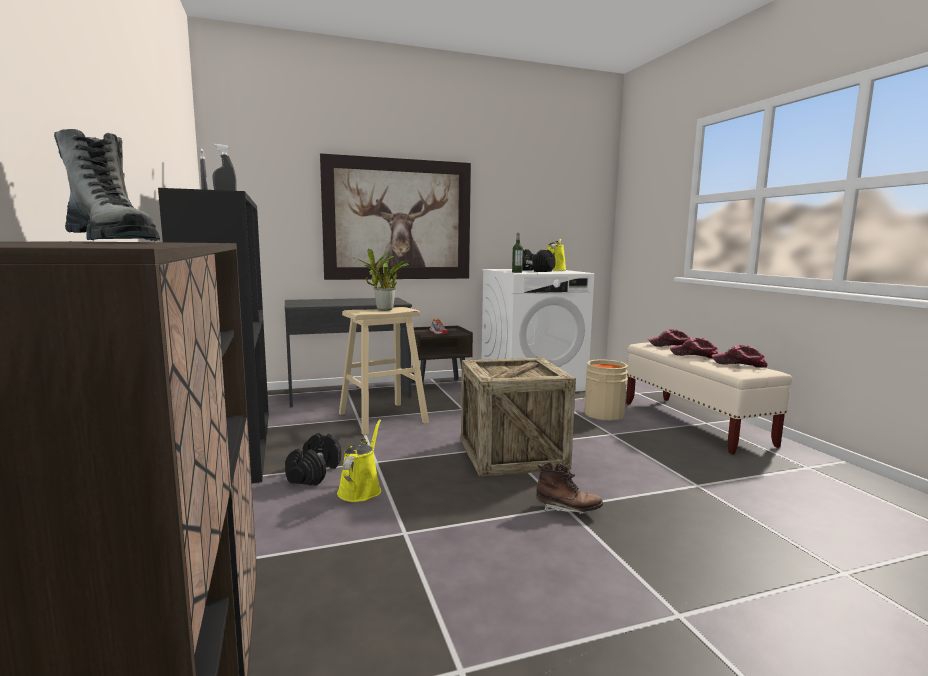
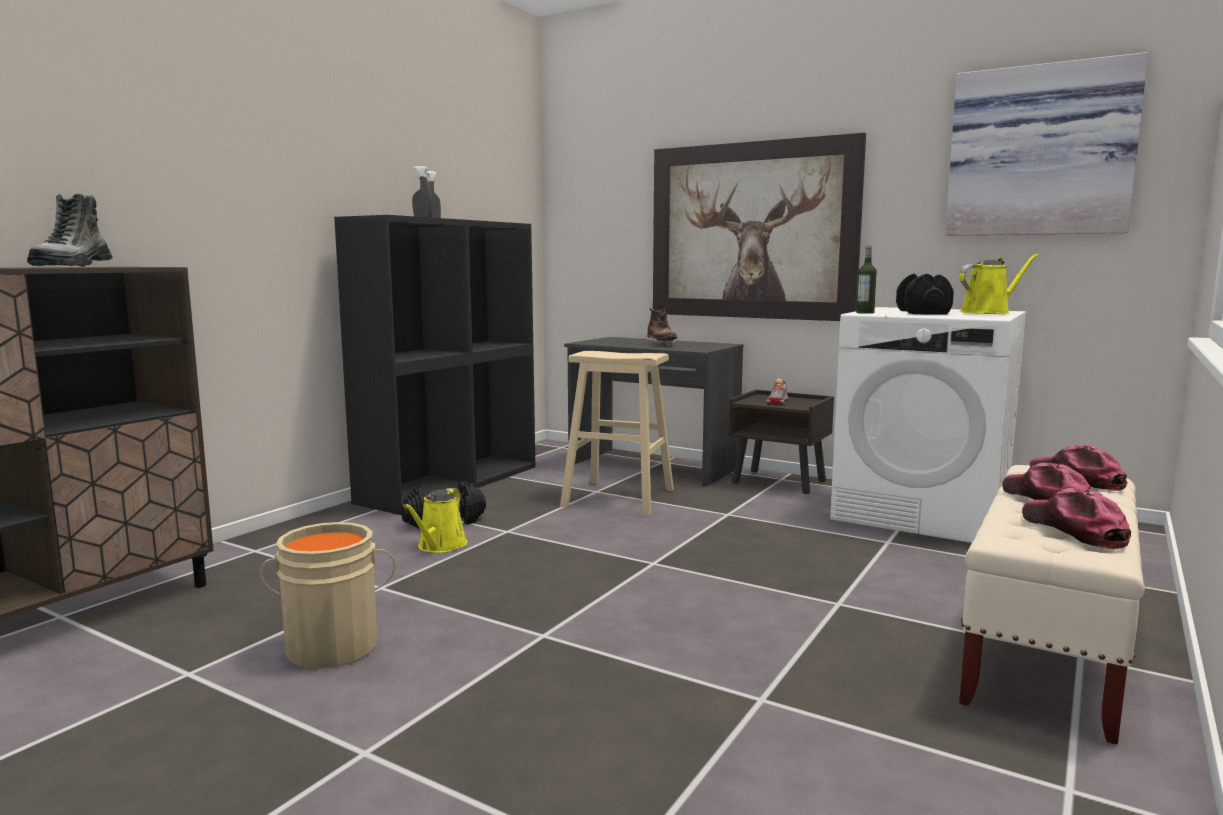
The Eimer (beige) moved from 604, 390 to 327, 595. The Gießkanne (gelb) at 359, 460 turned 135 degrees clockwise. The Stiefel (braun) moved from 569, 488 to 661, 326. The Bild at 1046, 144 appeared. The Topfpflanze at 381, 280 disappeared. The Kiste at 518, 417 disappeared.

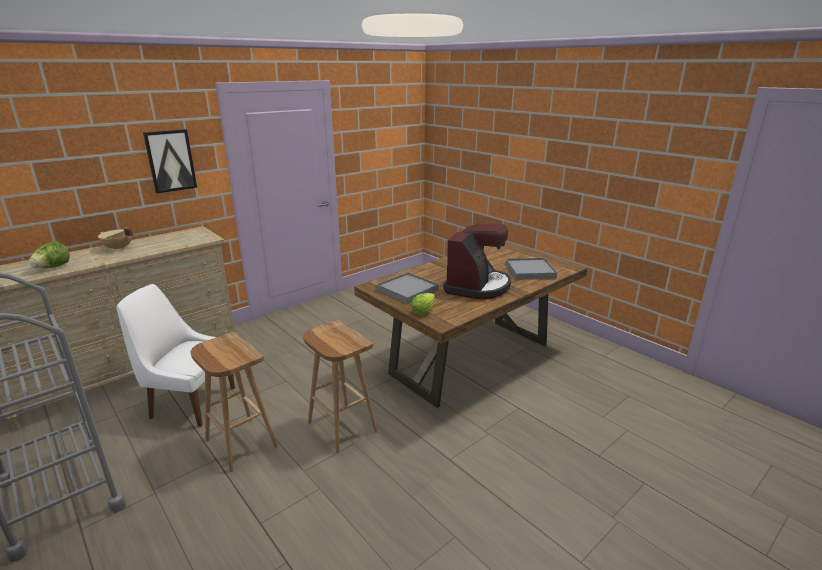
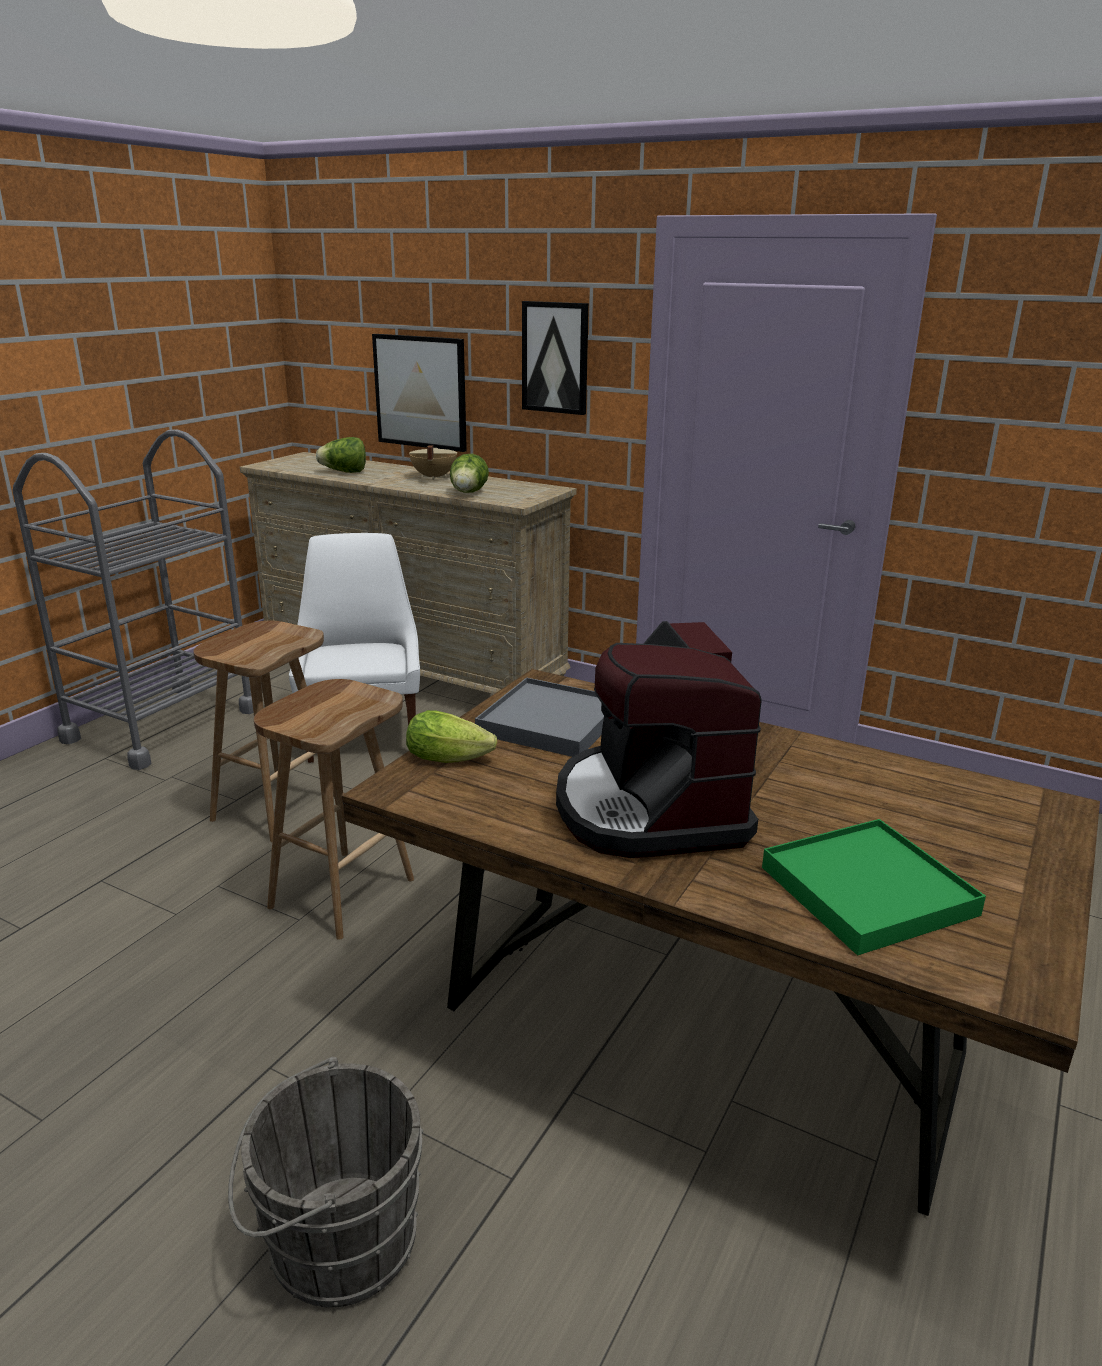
The Eimer (grau) at 325, 1182 appeared. The Bild at 419, 393 appeared. The Salatkopf at 469, 473 appeared. The Kaffeemaschine at 477, 261 turned 75 degrees clockwise. The Tablett (grau) at 531, 269 became the Tablett (grün) at 874, 887.

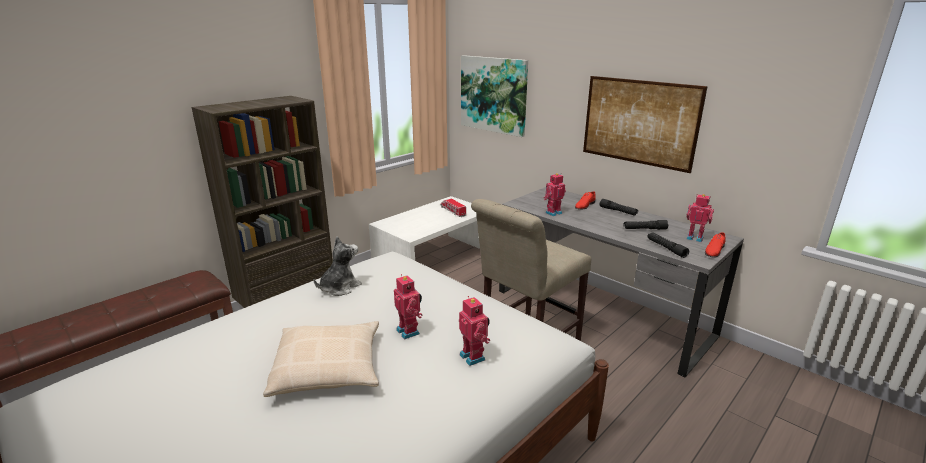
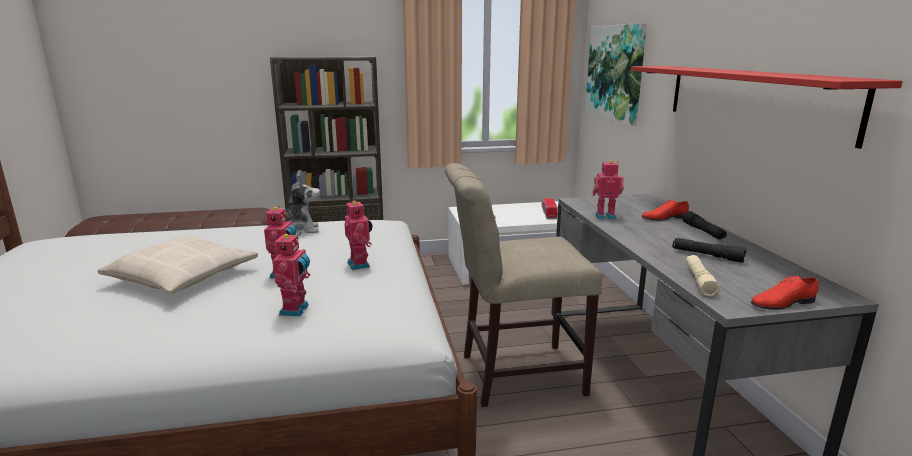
The Spielzeugroboter moved from 700, 218 to 358, 235. The Bild at 645, 124 was replaced by the Wandregal (rot) at 767, 107. The Taschenlampe (schwarz) at 668, 245 became the Taschenlampe (beige) at 703, 276.

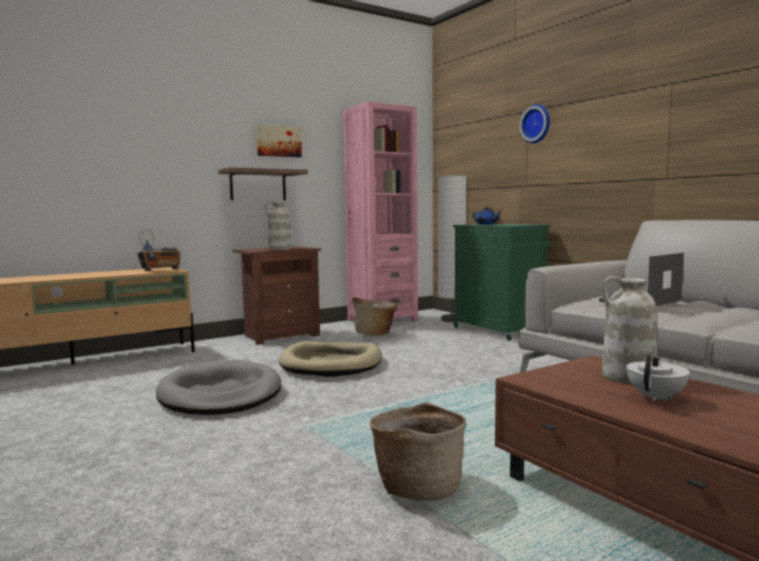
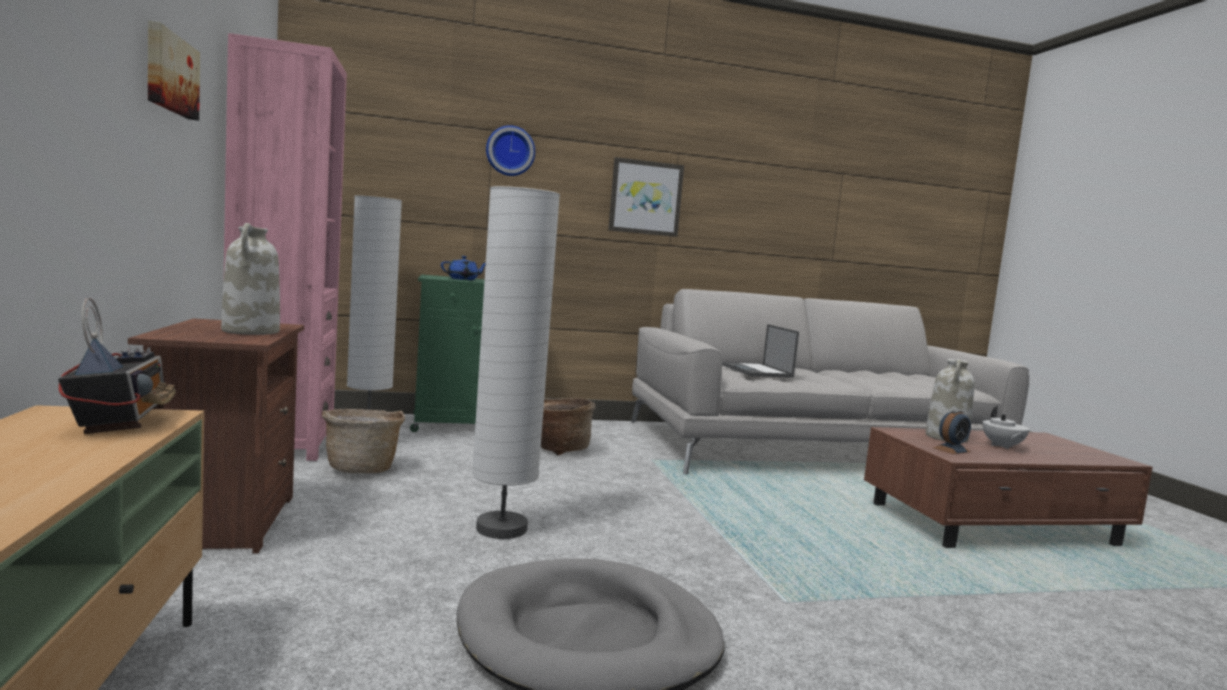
The Hundebett (beige) at 330, 359 was replaced by the Stehlampe (weiß) at 516, 362. The Korb moved from 418, 451 to 568, 427. The Bild at 646, 197 appeared. The Wecker at 952, 432 appeared. The Teekanne (weiß) at 658, 378 turned 150 degrees counterclockwise. The Wandregal at 263, 183 disappeared.

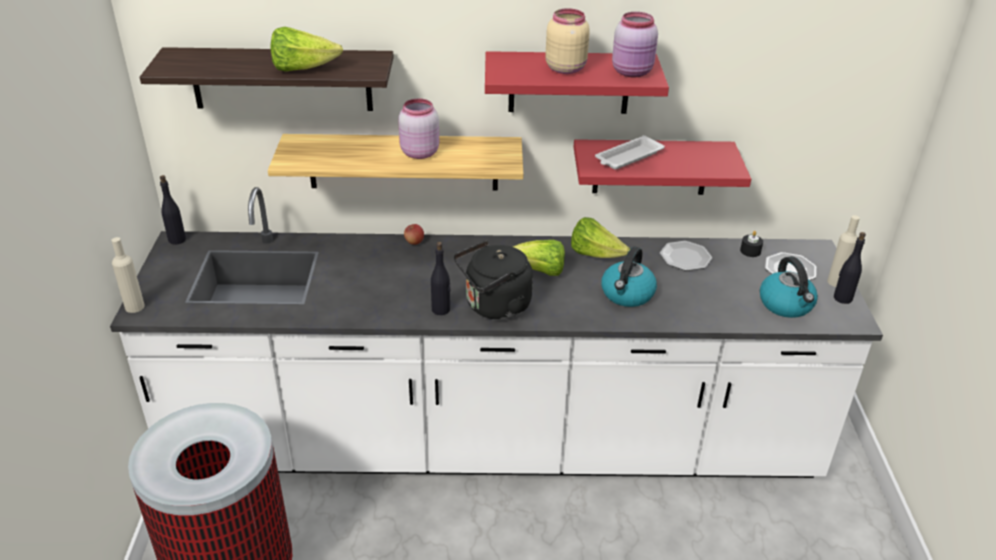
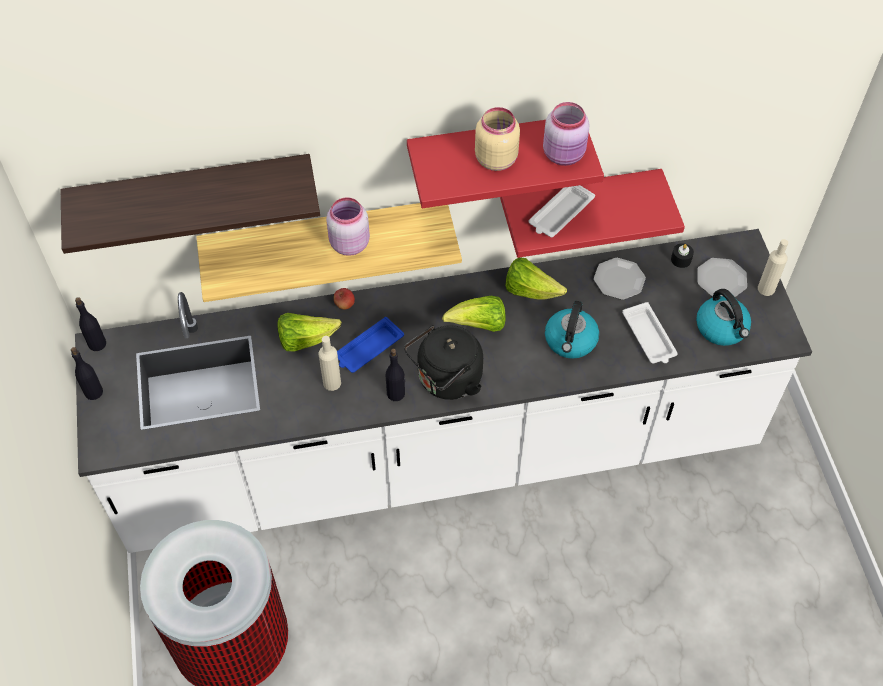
The Flasche (schwarz) moved from 850, 268 to 87, 373. The Salatkopf moved from 307, 49 to 309, 332. The Flasche (beige) moved from 128, 275 to 329, 363. The Tablett (blau) at 370, 345 appeared. The Tablett (weiß) at 650, 333 appeared.

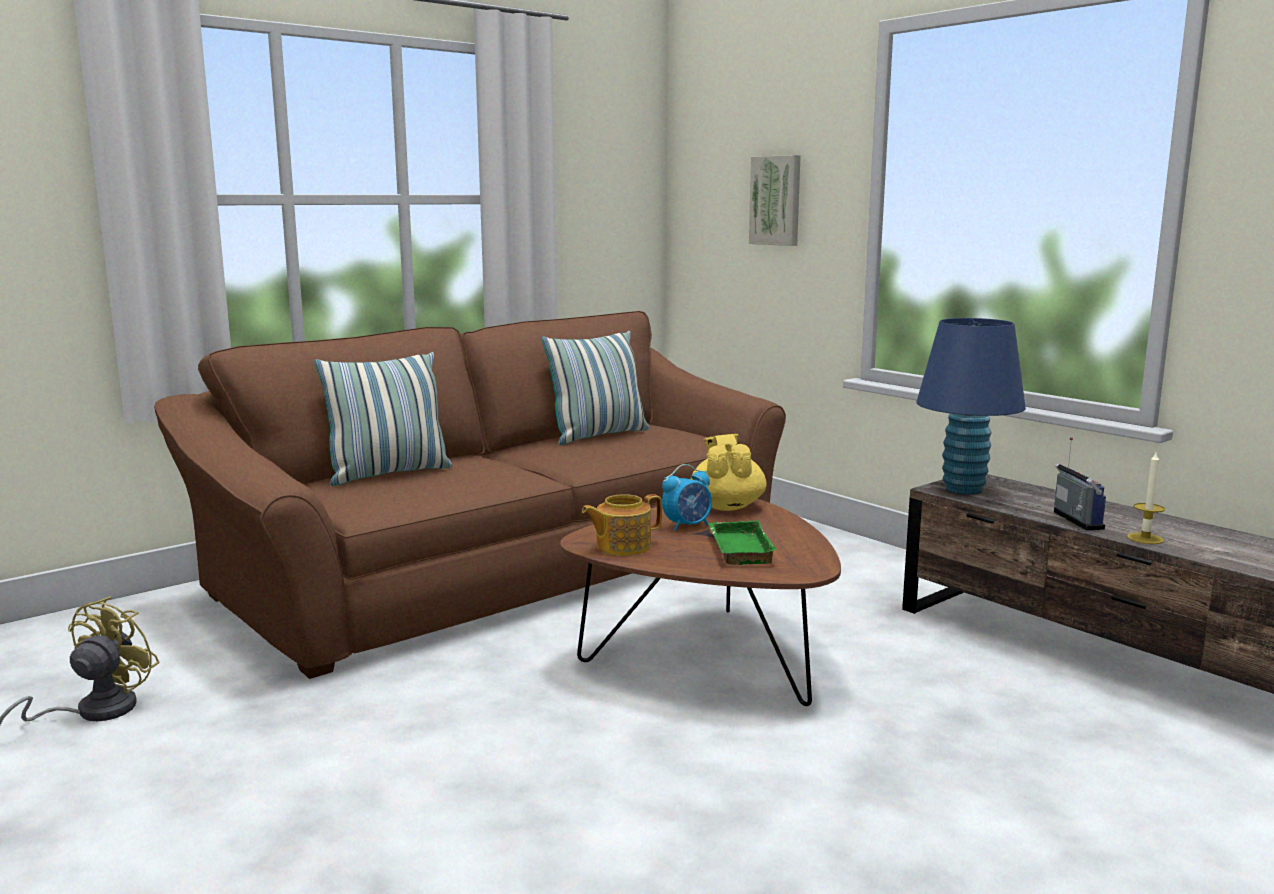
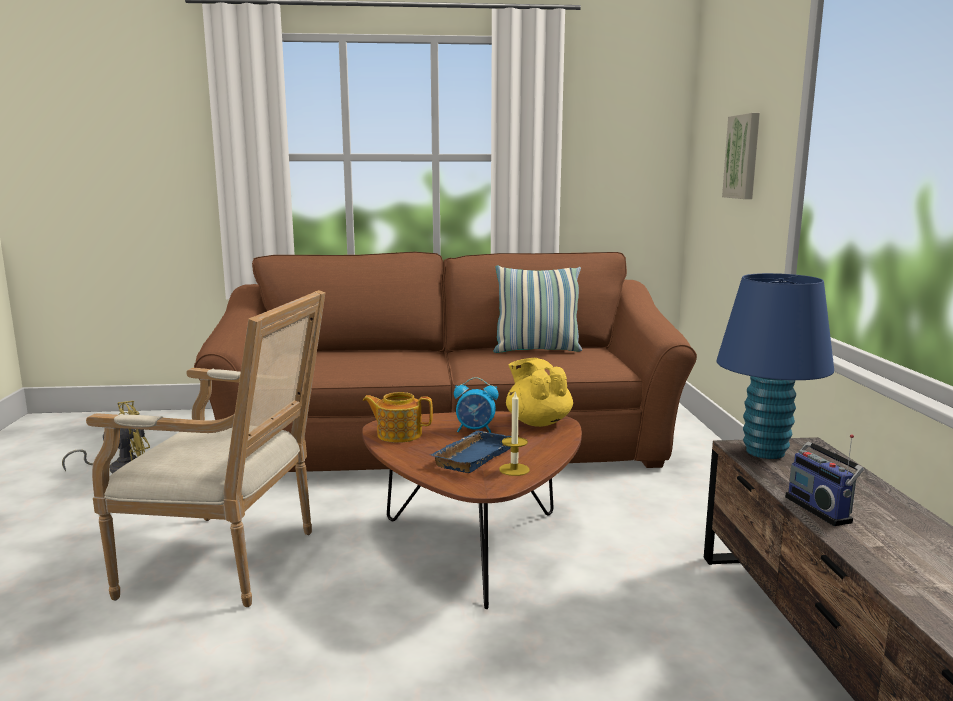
The Sessel at 205, 448 appeared. The Tablett (grün) at 742, 542 became the Tablett (blau) at 471, 451. The Kerze moved from 1146, 498 to 514, 433. The Teekanne (gelb) at 729, 472 turned 60 degrees counterclockwise. The Radio at 1080, 483 turned 135 degrees clockwise. The Kissen at 383, 419 disappeared.

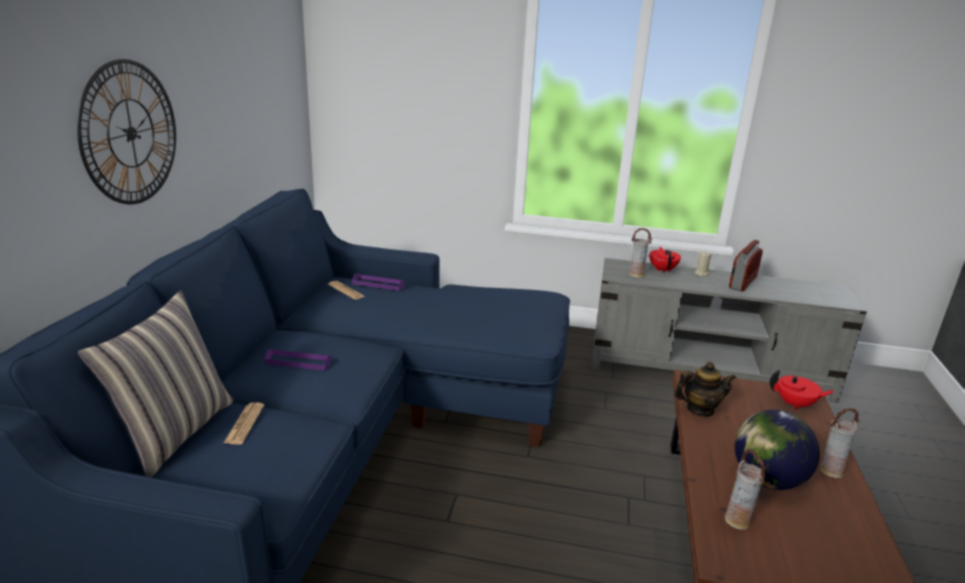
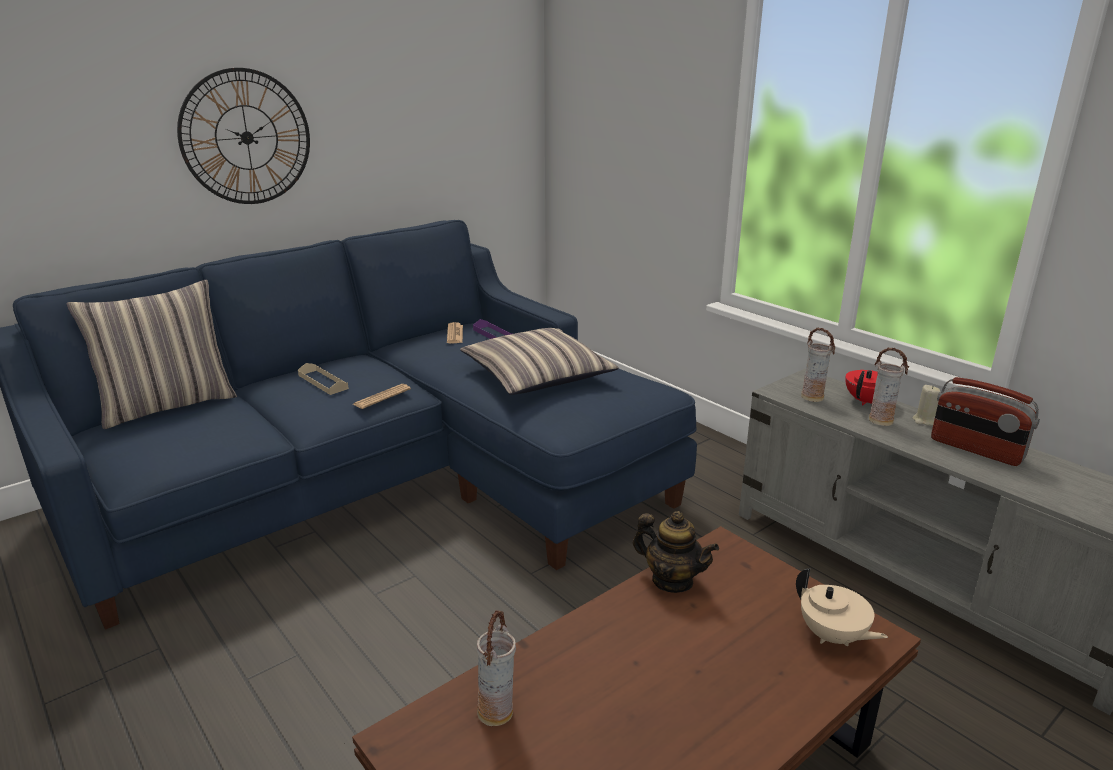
The Tablett (lila) at 298, 360 became the Tablett (beige) at 323, 379. The Zeitung moved from 244, 423 to 382, 396. The Kissen at 539, 361 appeared. The Teekanne (rot) at 802, 390 became the Teekanne (beige) at 842, 607. The Vase moved from 840, 443 to 889, 386. The Radio at 746, 266 turned 120 degrees counterclockwise. The Globus at 777, 450 disappeared.

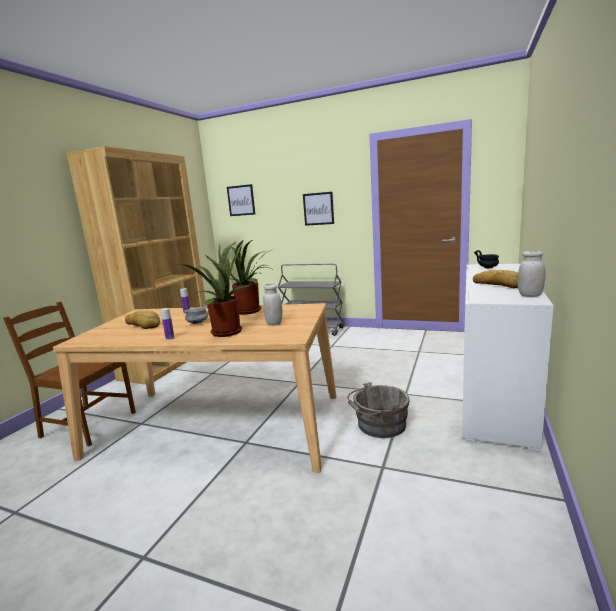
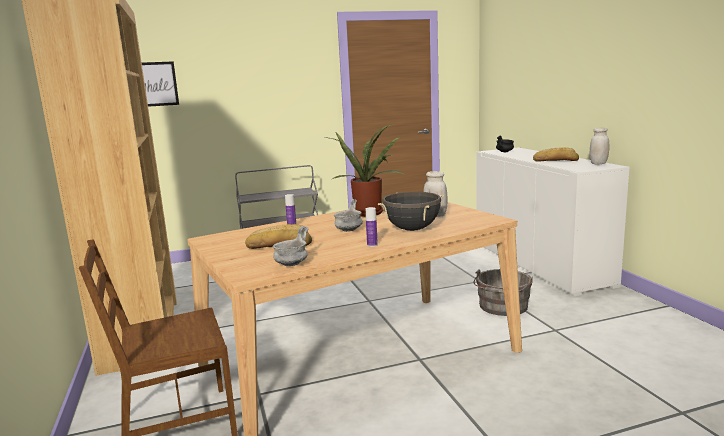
The Schüssel (grau) at 290, 246 appeared. The Topfpflanze at 217, 289 was replaced by the Kochtopf (schwarz) at 411, 211. The Bild at 318, 209 disappeared.

